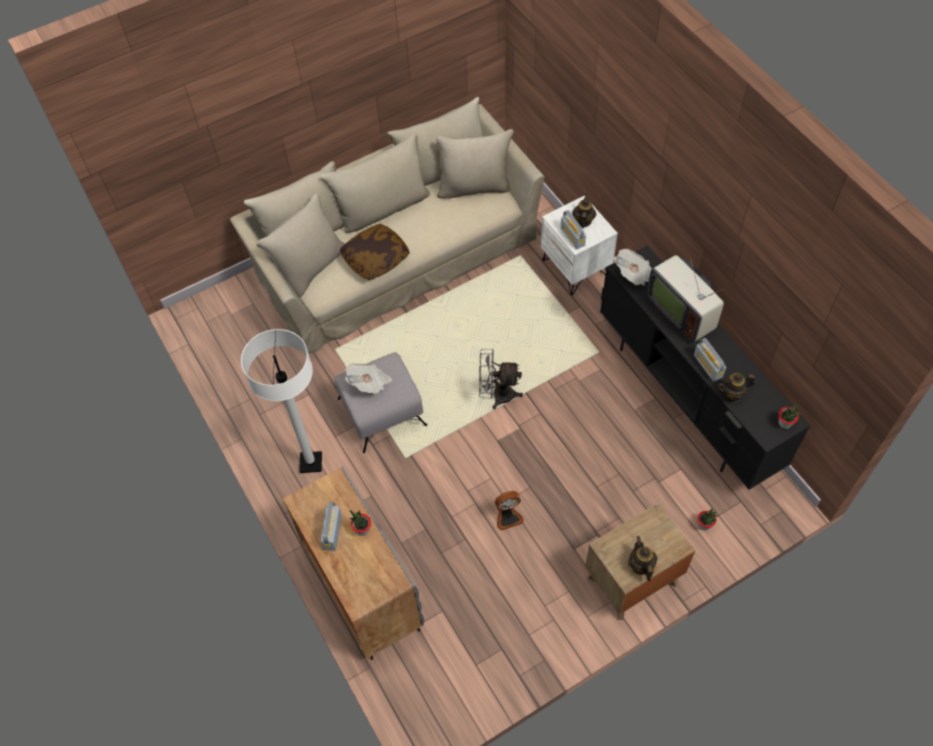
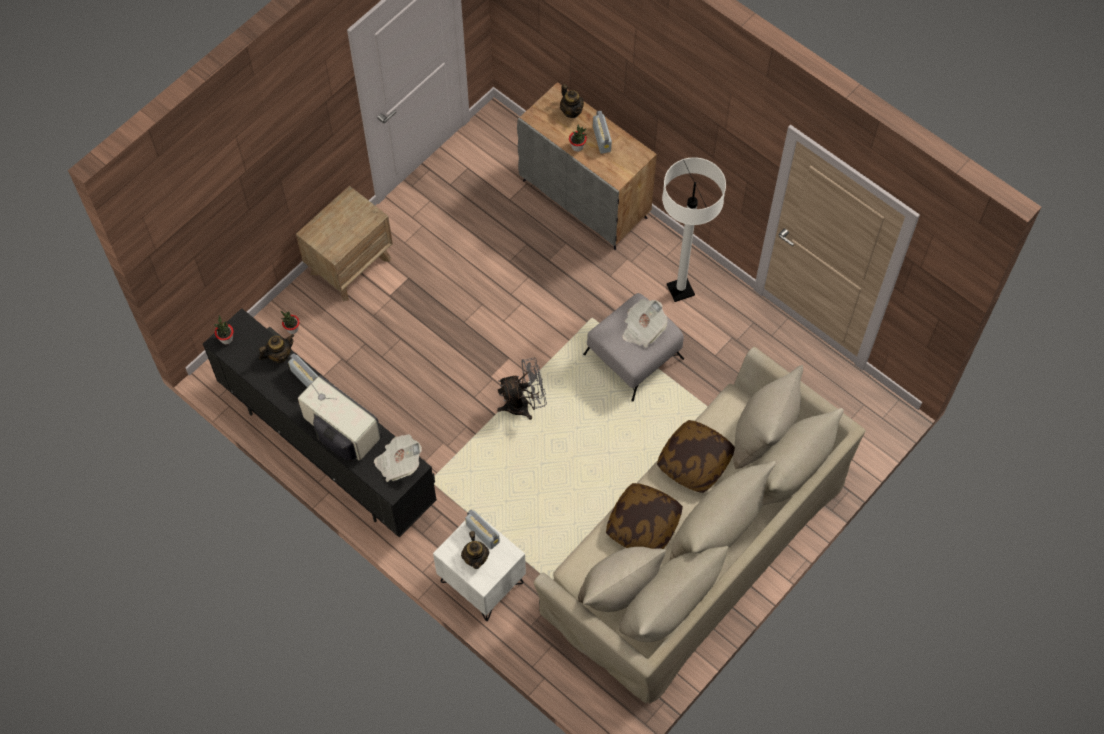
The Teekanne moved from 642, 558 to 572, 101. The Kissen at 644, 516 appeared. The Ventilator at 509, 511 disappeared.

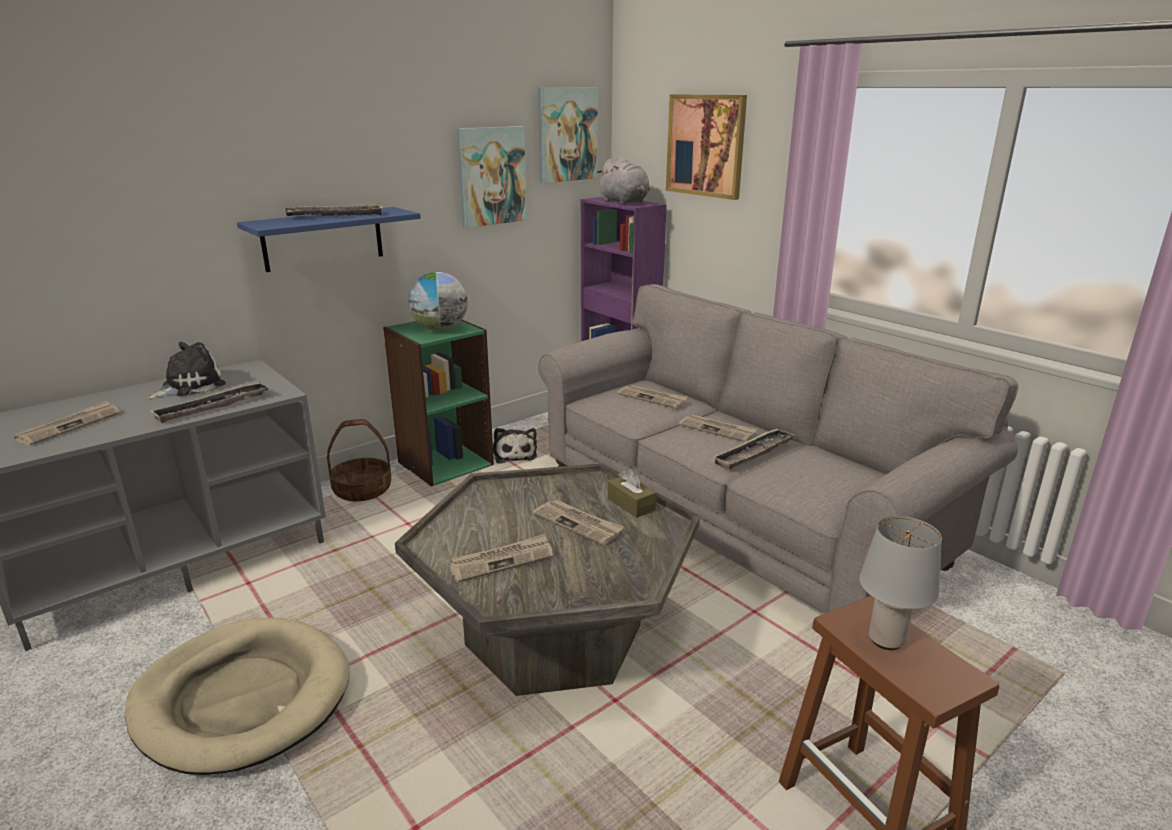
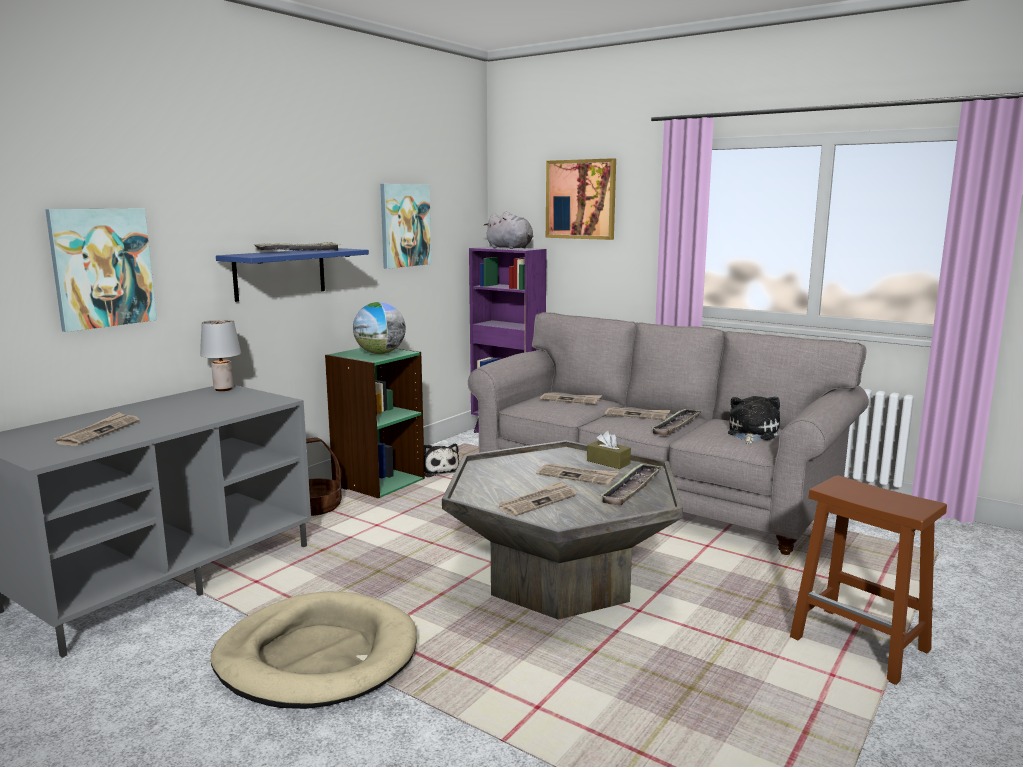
The Bild moved from 568, 135 to 101, 270. The Tischlampe (grau) moved from 900, 583 to 220, 355. The Tablett moved from 210, 402 to 631, 484. The Plüschtier moved from 186, 370 to 754, 420.

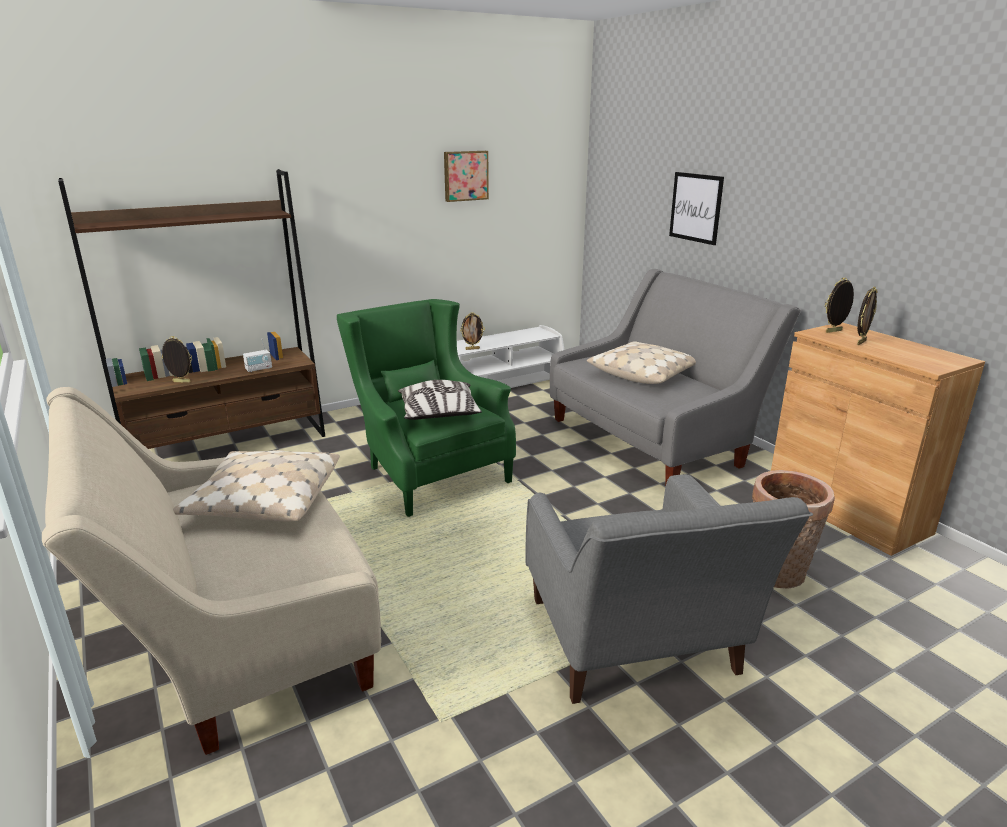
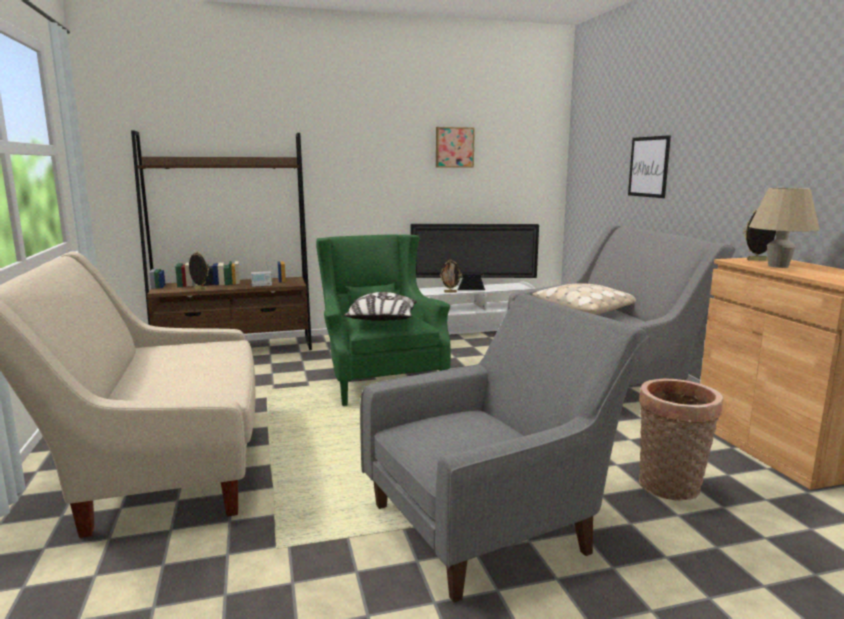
The Sessel (grau) at 669, 589 turned 120 degrees counterclockwise. The Fernseher at 474, 257 appeared. The Bilderrahmen at 867, 316 was replaced by the Tischlampe (beige) at 784, 228. The Kissen (beige) at 256, 486 disappeared.

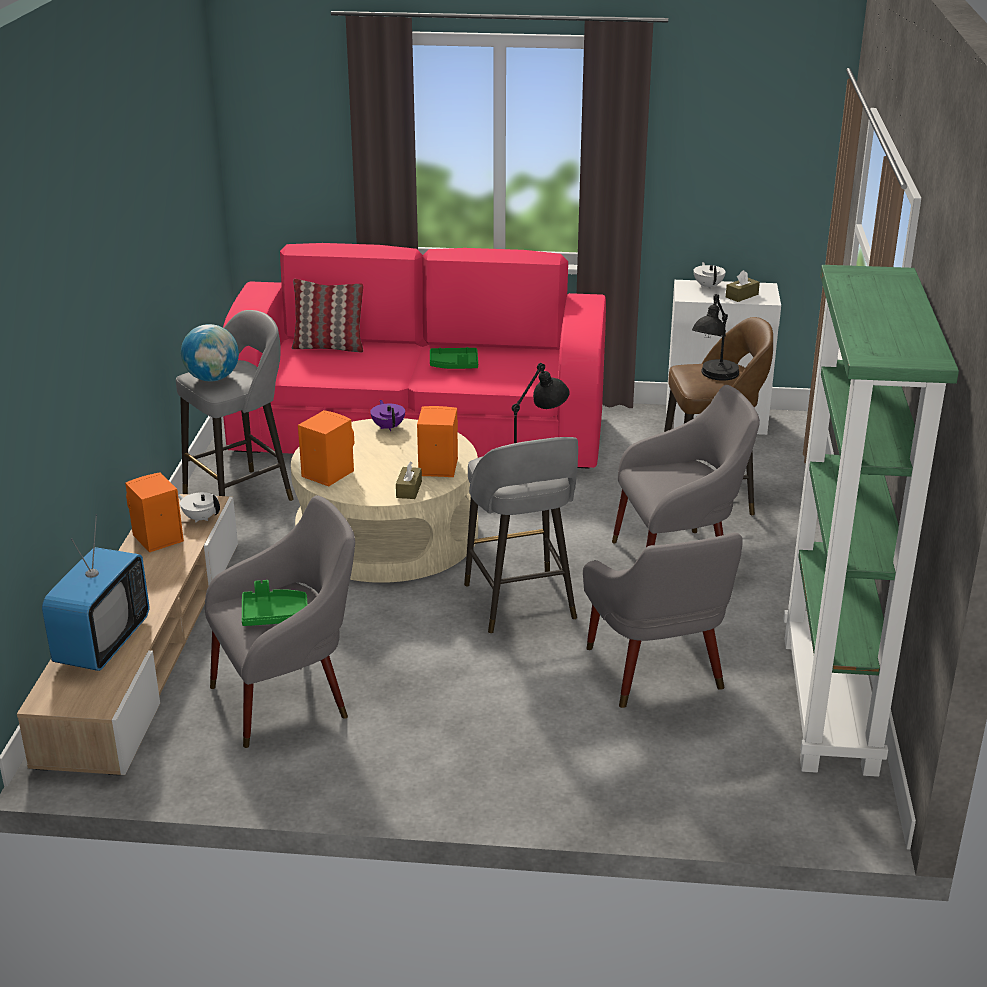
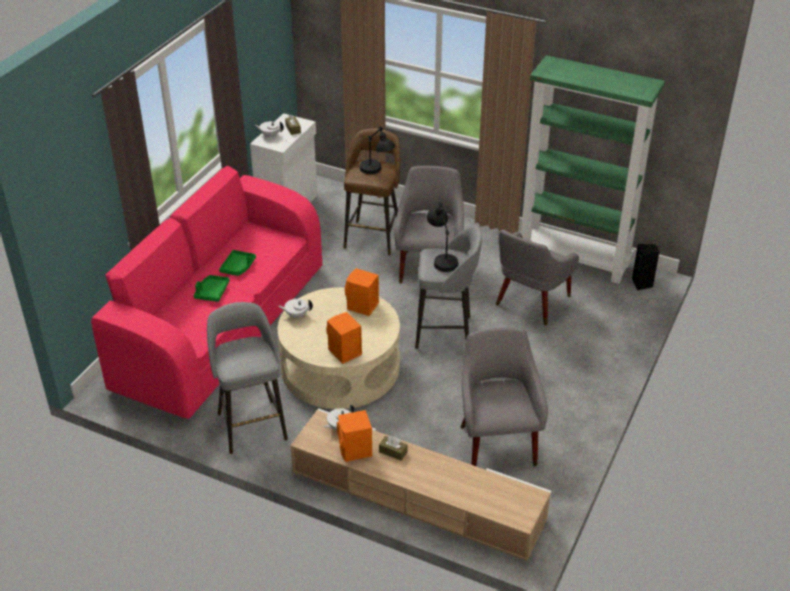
The Tablett (grün) moved from 275, 603 to 212, 288. The Teekanne (lila) at 387, 415 became the Teekanne (weiß) at 295, 309. The Taschentuchbox (braun) moved from 409, 480 to 393, 448. The Sessel (grau) at 663, 620 turned 120 degrees clockwise. The Lautsprecher (schwarz) at 646, 267 appeared. The Fernseher at 96, 592 disappeared. The Globus at 210, 352 disappeared. The Kissen at 327, 316 disappeared.

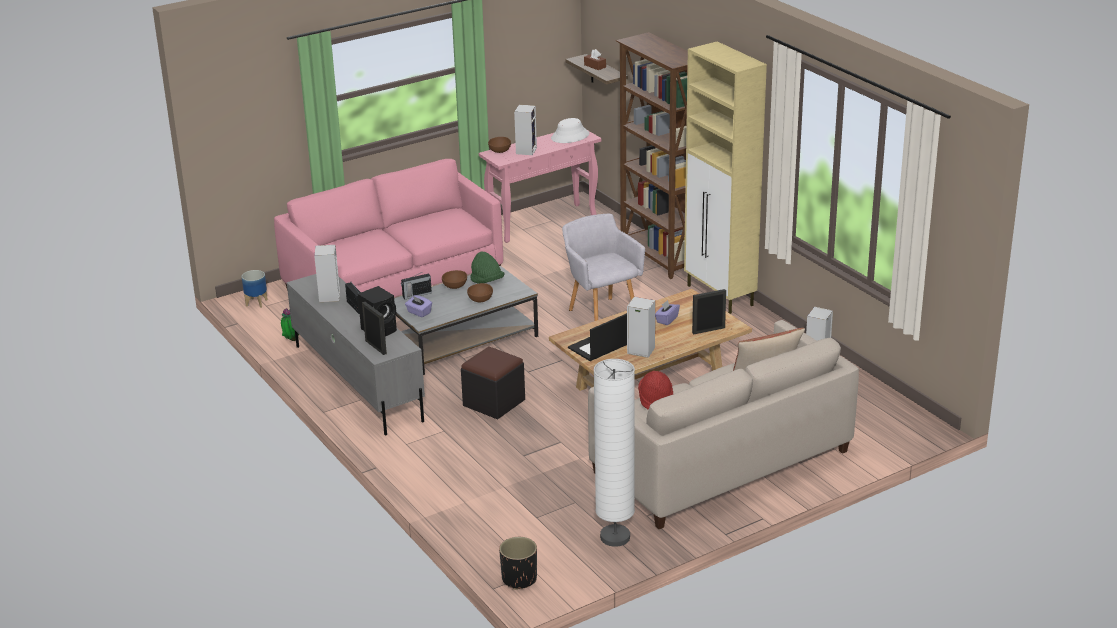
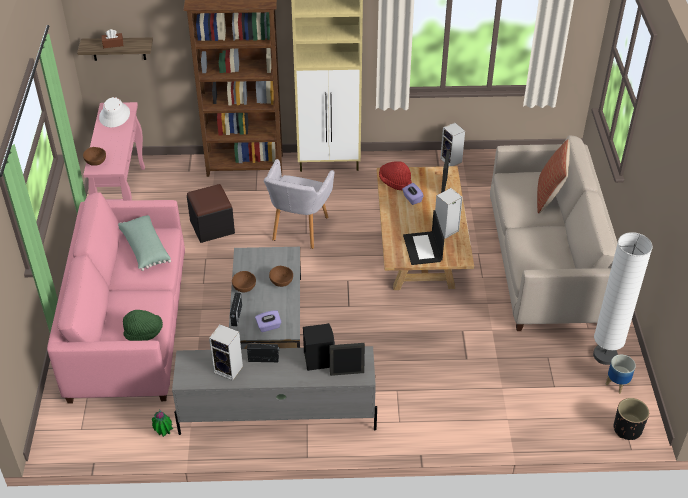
The Kissen (grün) at 144, 243 appeared. The Hut (grün) moved from 487, 267 to 143, 325. The Polsterhocker (schwarz) moved from 493, 383 to 211, 213. The Sessel (grau) at 603, 267 turned 75 degrees counterclockwise. The Hut (rot) moved from 655, 390 to 395, 176. The Pflanzkübel moved from 255, 289 to 621, 374. The Lautsprecher at 525, 130 disappeared.

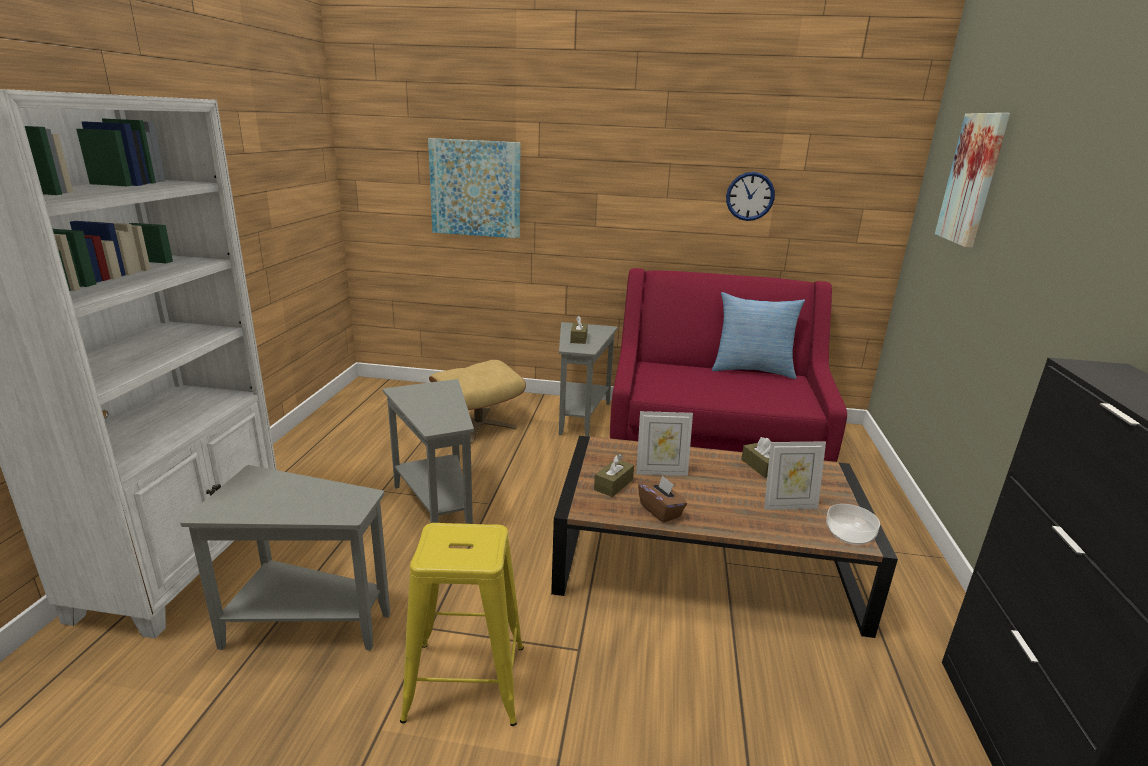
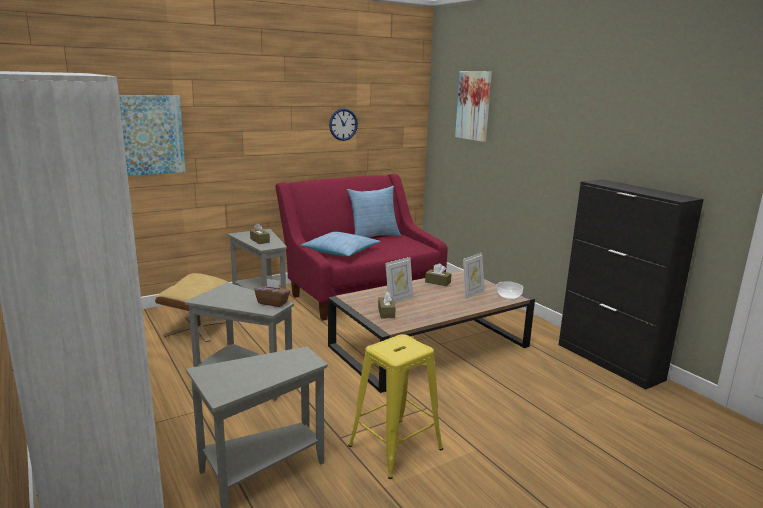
The Taschentuchbox (braun) moved from 662, 499 to 272, 293. The Kissen at 341, 244 appeared.

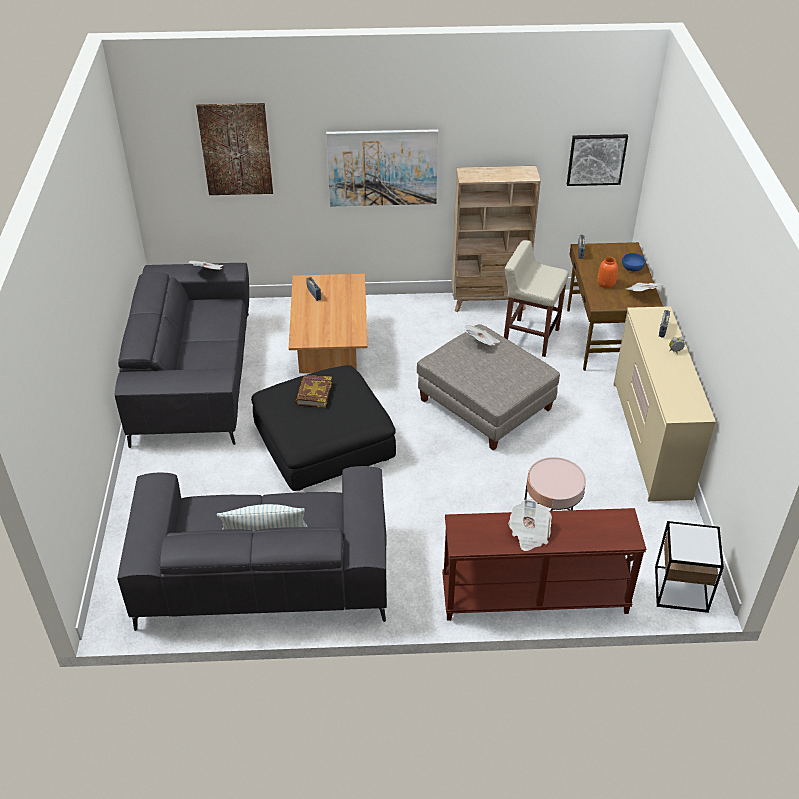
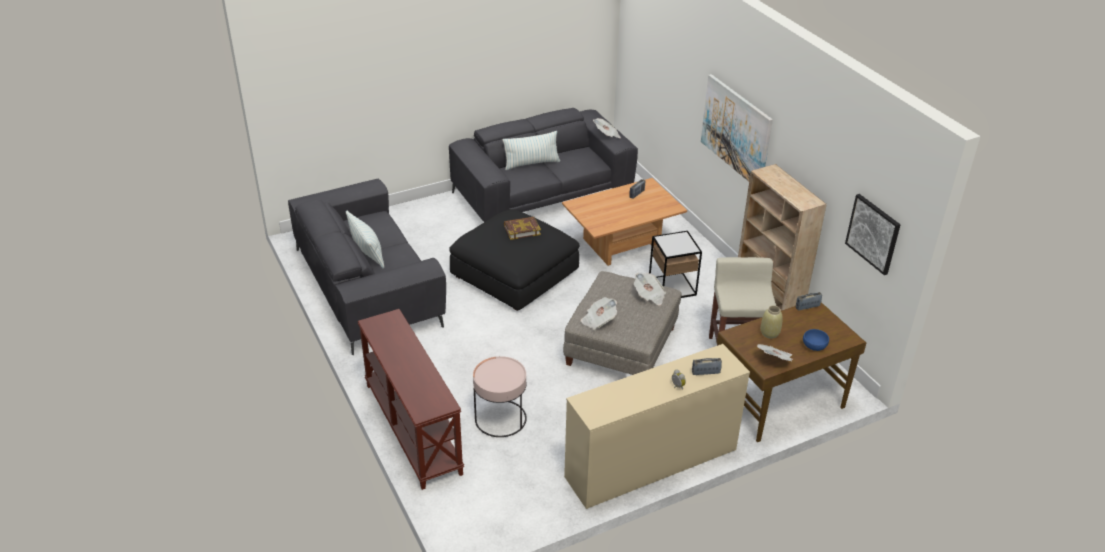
The Kissen at 531, 150 appeared. The Zeitung moved from 530, 525 to 599, 313. The Beistelltisch moved from 689, 567 to 675, 264. The Vase (orange) at 607, 272 became the Vase (beige) at 772, 322. The Bild at 234, 149 disappeared.

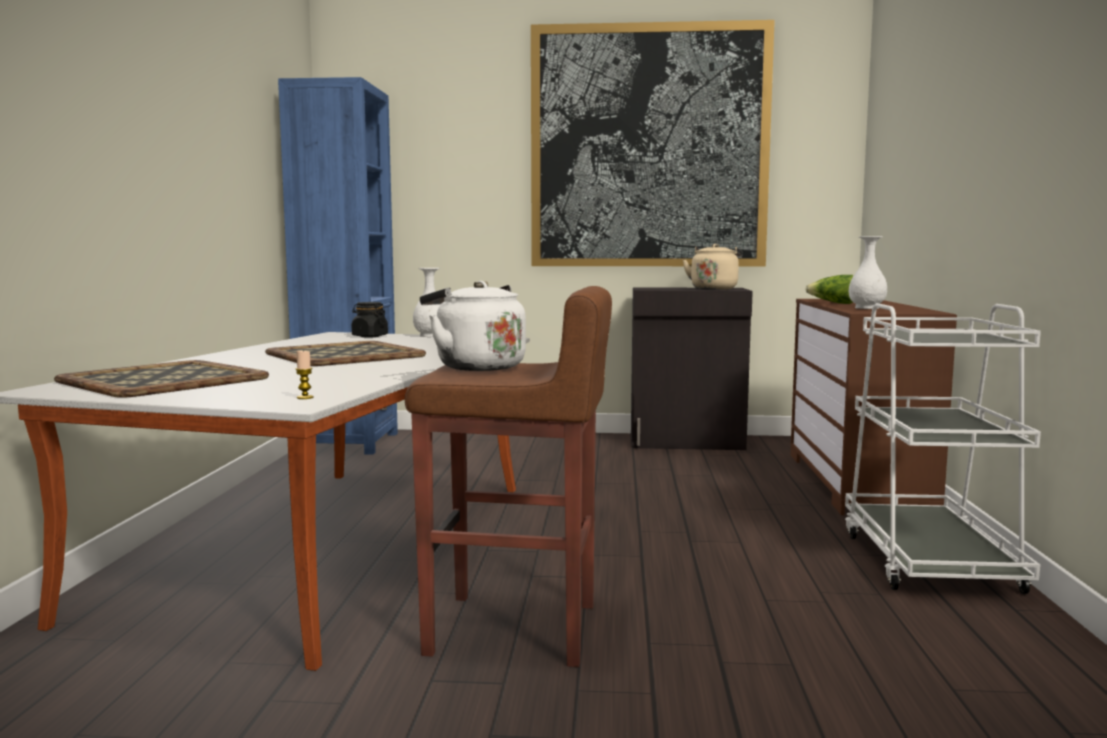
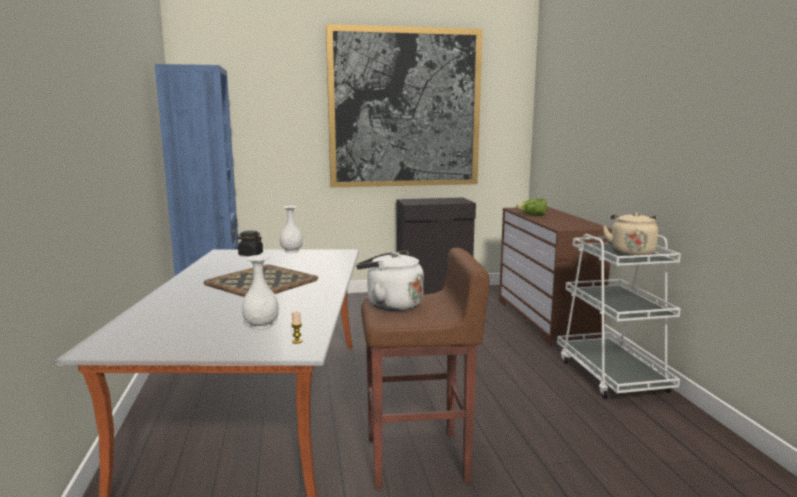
The Vase (weiß) moved from 868, 272 to 260, 292. The Wasserkessel (beige) moved from 713, 267 to 630, 234. The Tablett at 161, 379 disappeared.

